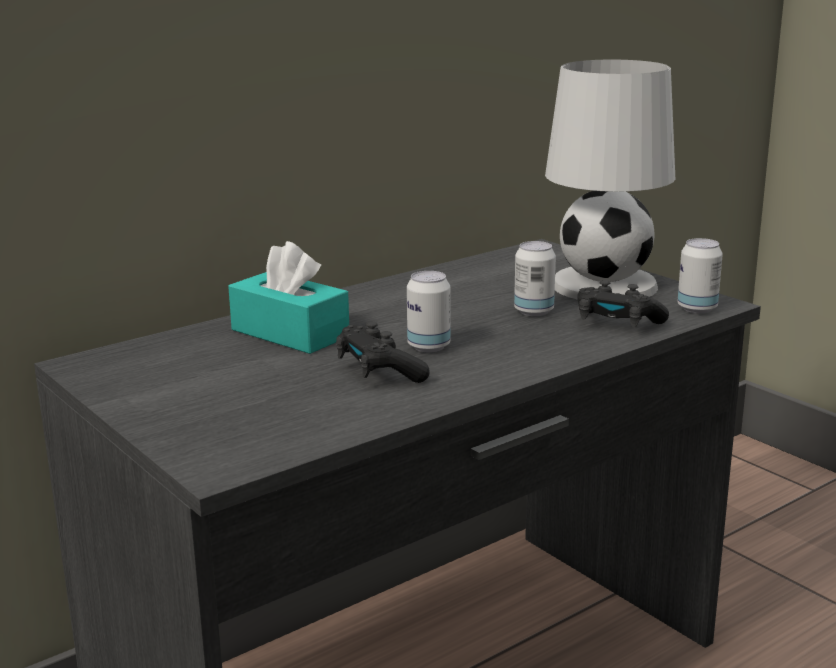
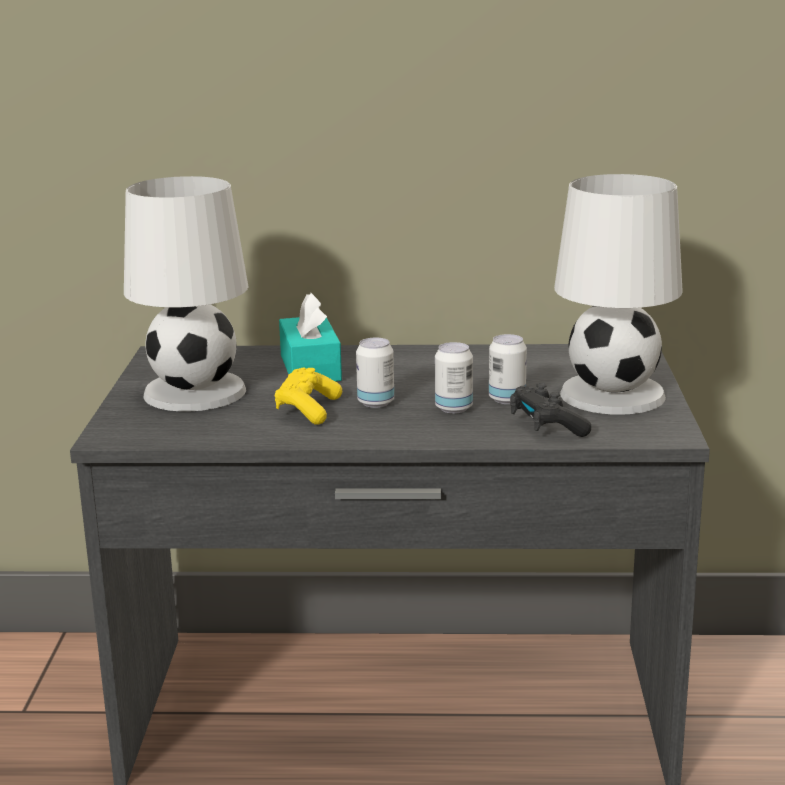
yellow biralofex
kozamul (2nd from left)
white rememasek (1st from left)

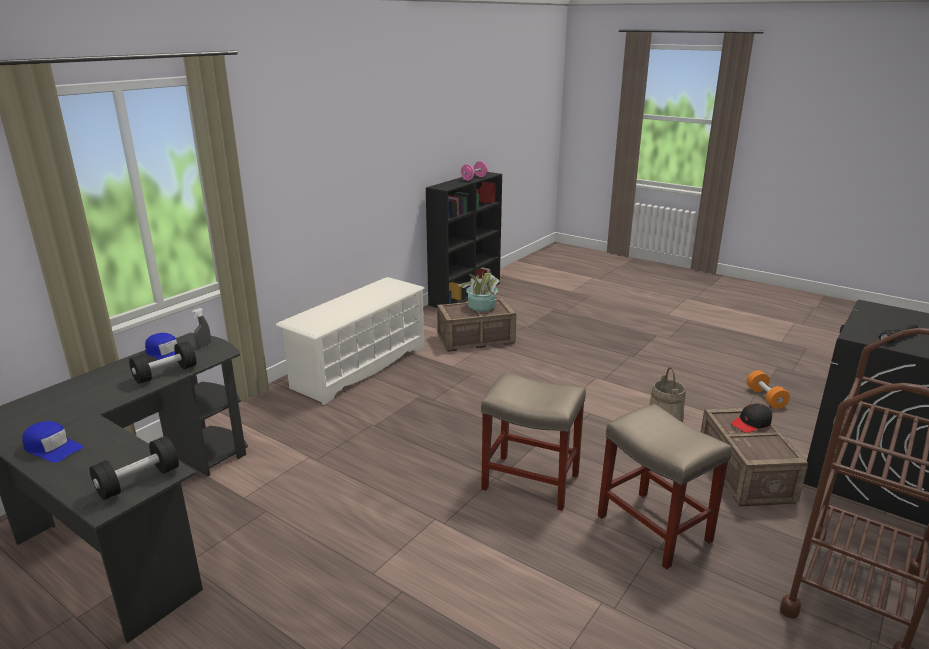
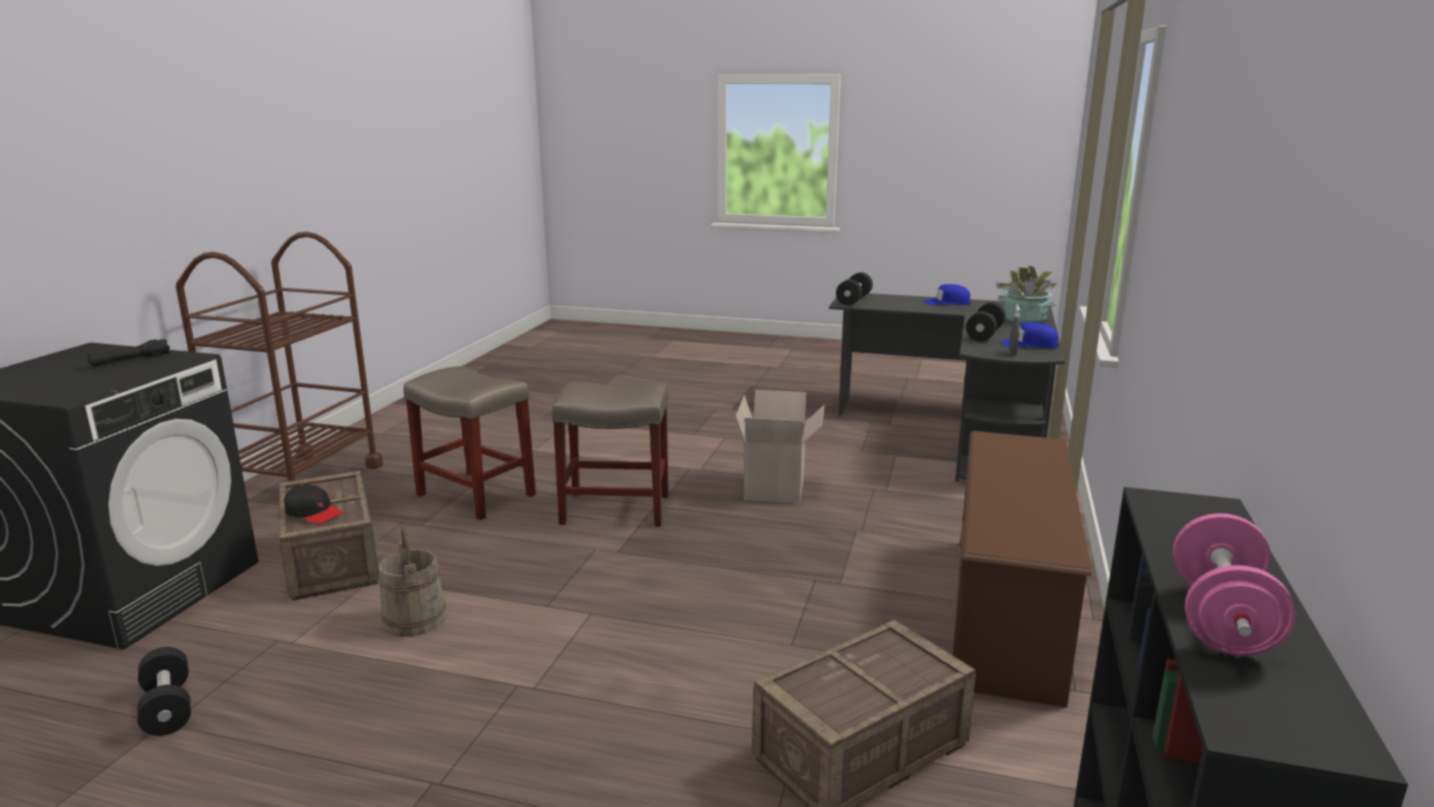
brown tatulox
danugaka
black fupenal
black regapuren (1st from left)
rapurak

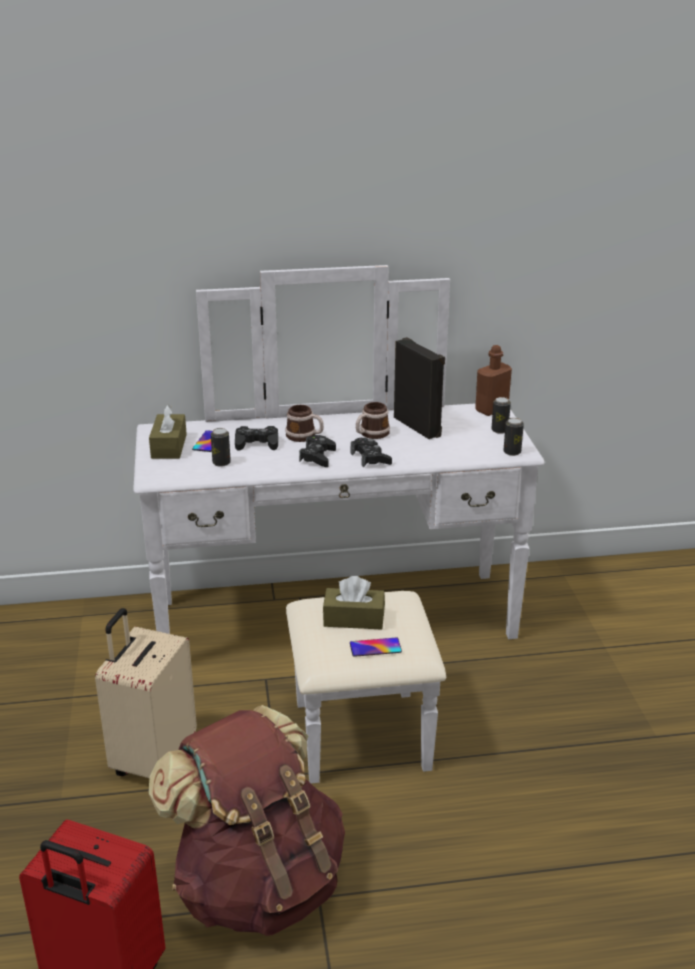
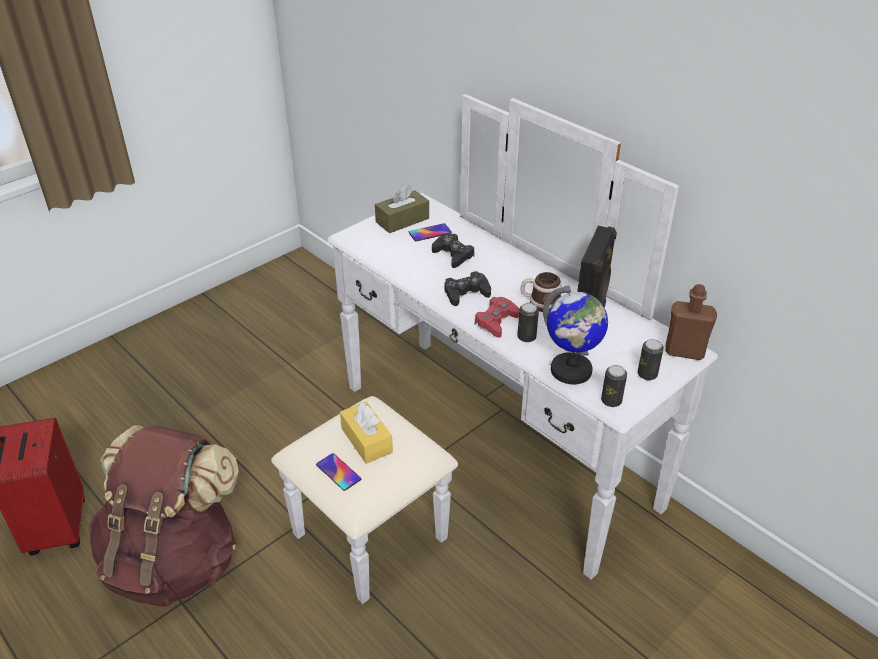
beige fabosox
kozamul (1st from left)
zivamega (1st from left in the first image)
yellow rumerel
red biralofex
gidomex

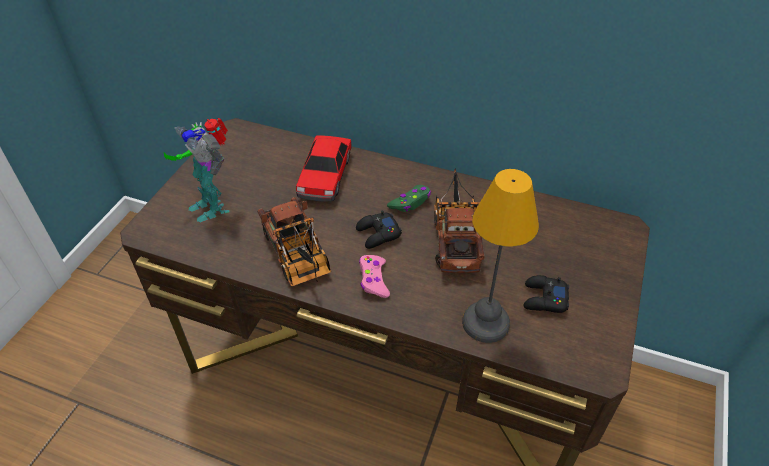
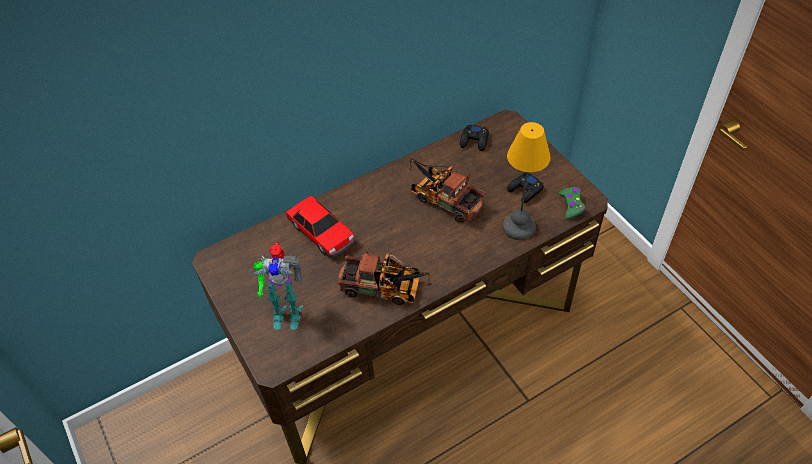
black biralofex (1st from left)
pink biralofex
green biralofex

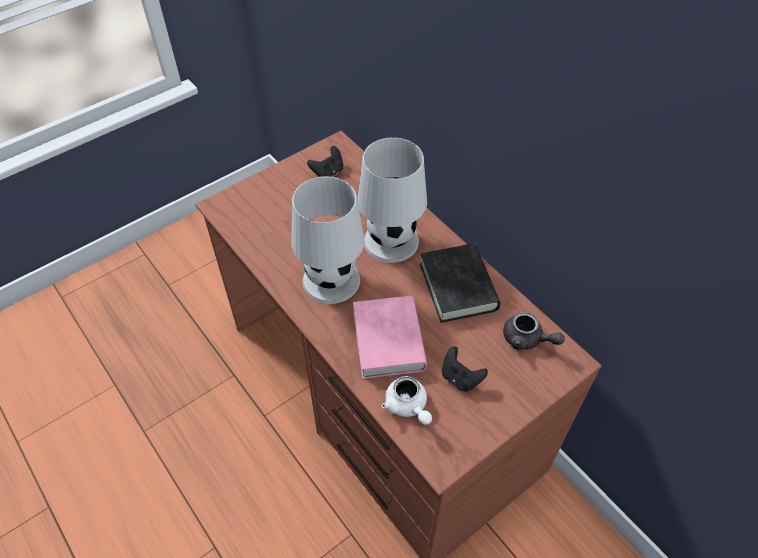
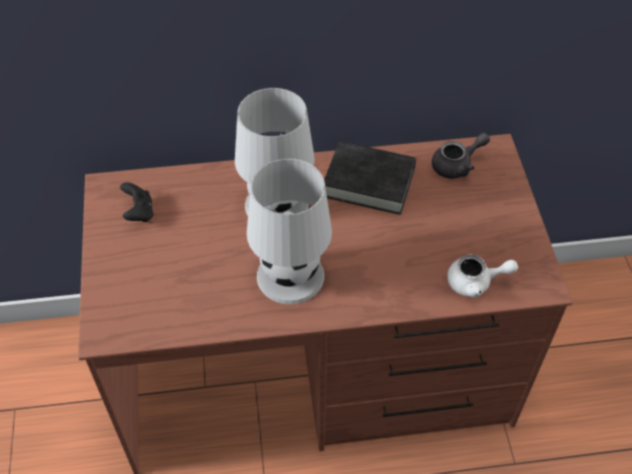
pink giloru
black biralofex (2nd from left in the first image)

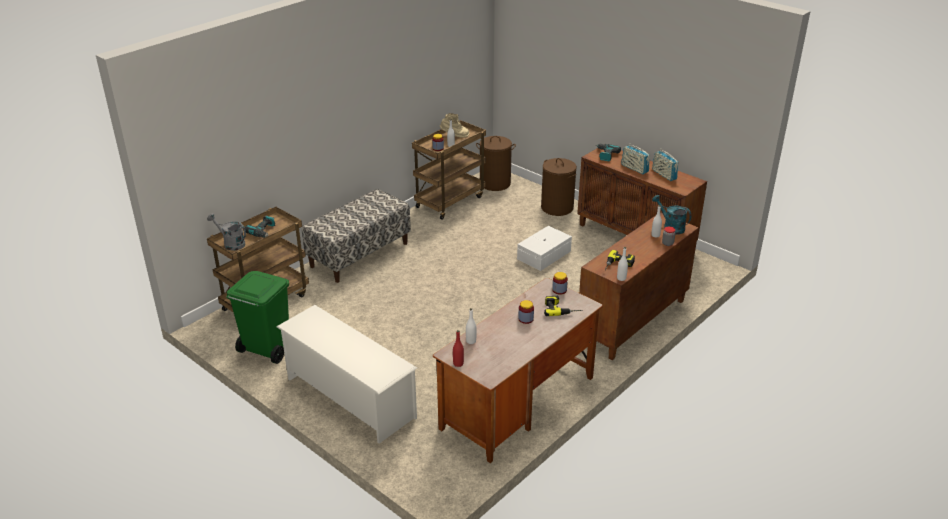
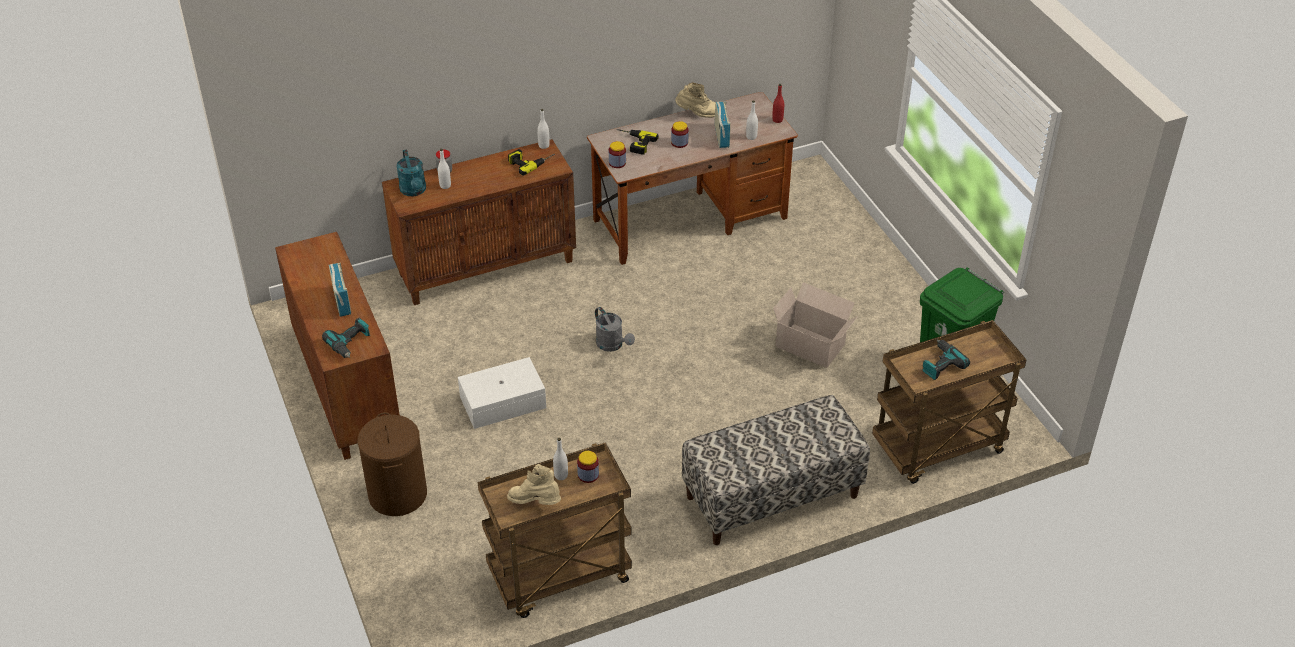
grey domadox
white tatulox
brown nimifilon (1st from left in the first image)
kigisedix (2nd from left)
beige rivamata (2nd from left)
rapurak

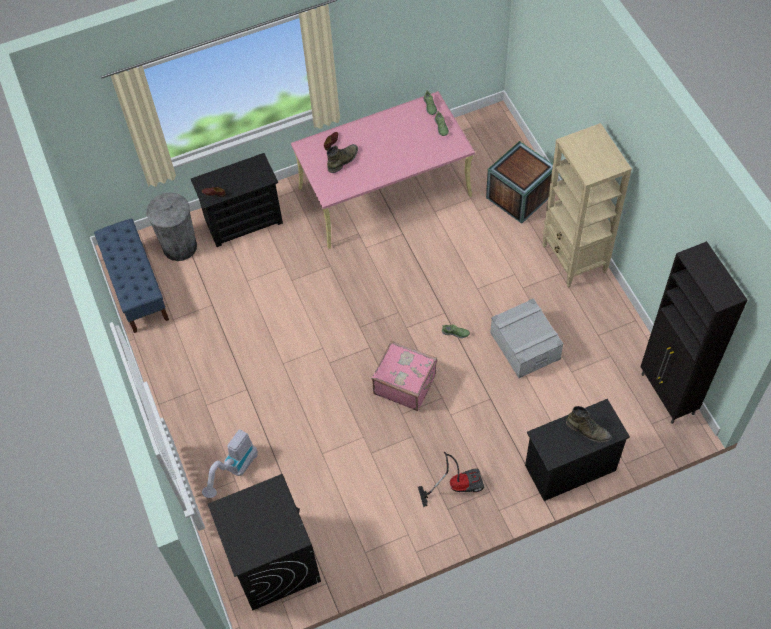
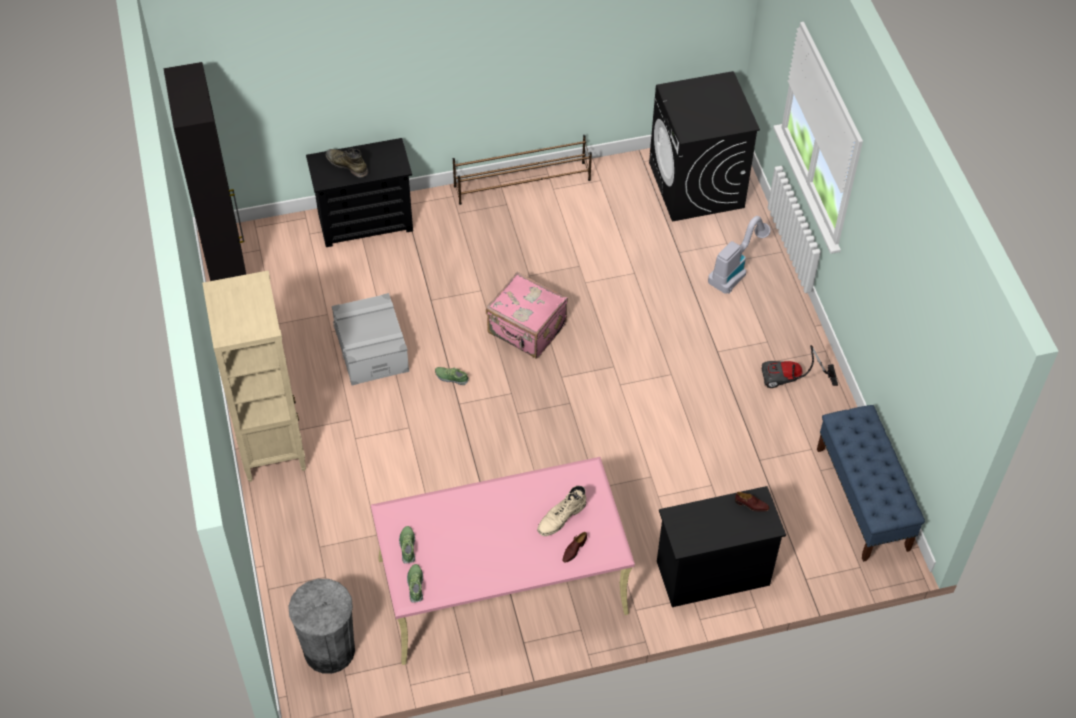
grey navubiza
beige rivamata
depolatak (2nd from left)
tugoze
brown tatulox

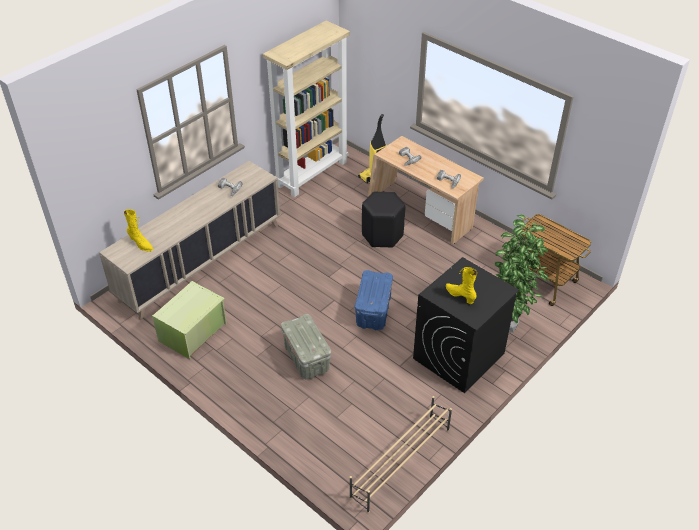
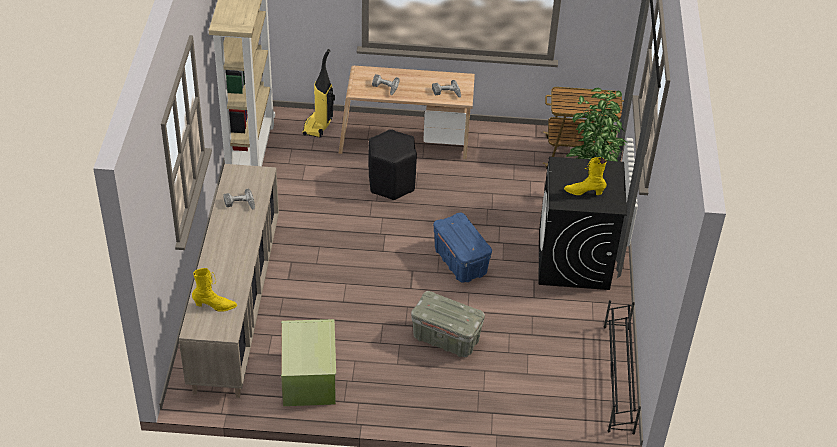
black tatulox

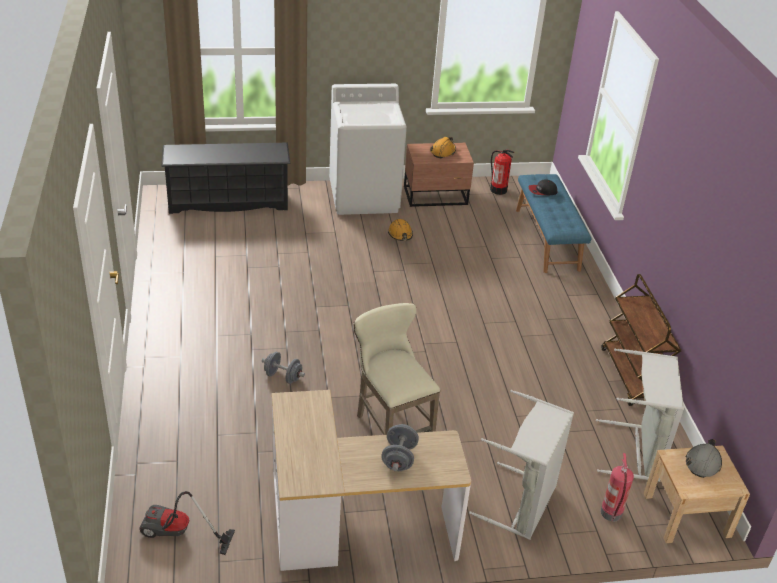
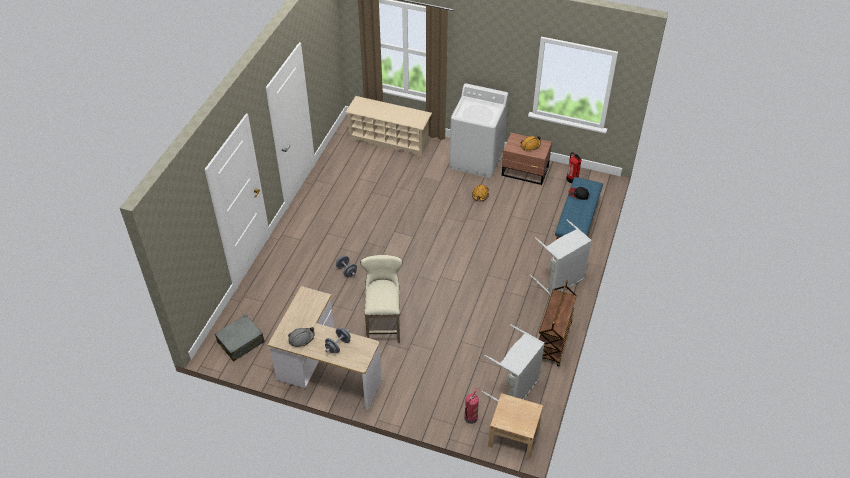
grey fabosox
beige tatulox
grey nimifilon (2nd from left)
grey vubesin

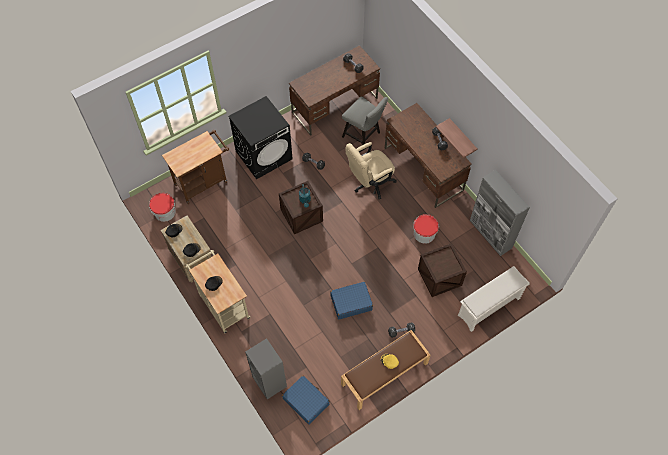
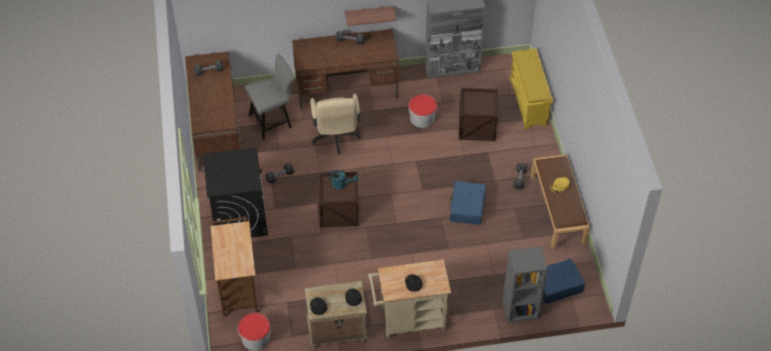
yellow tatulox

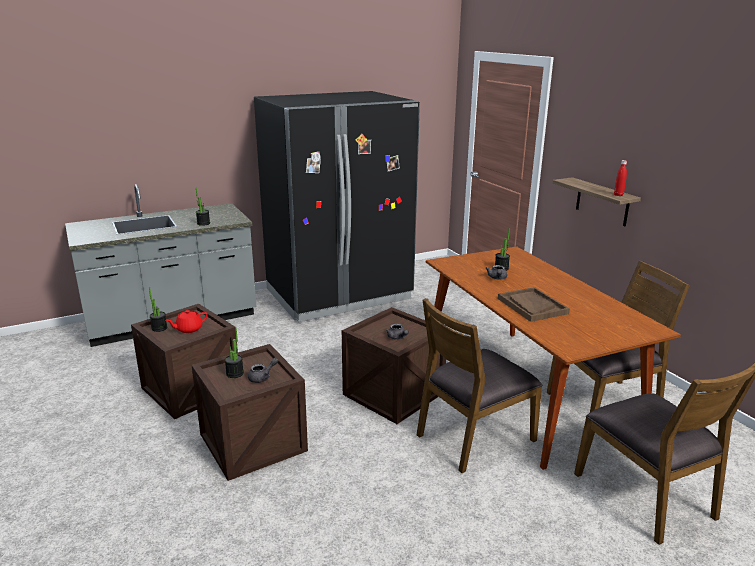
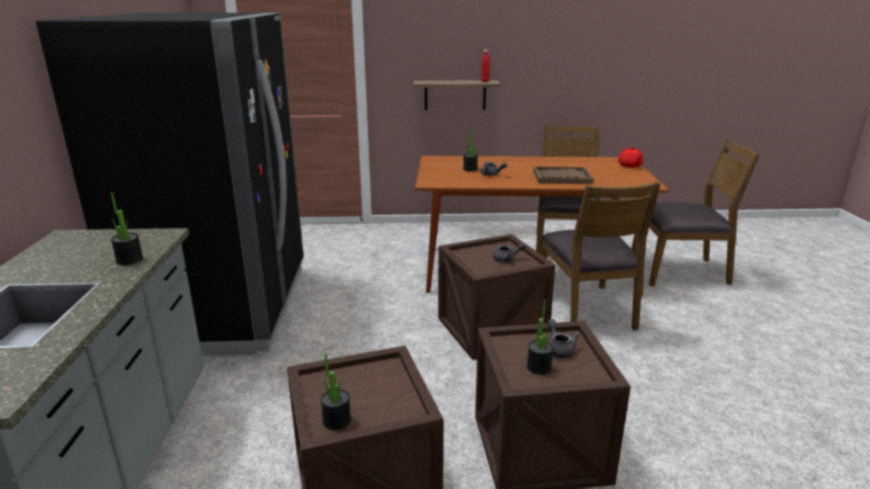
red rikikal

